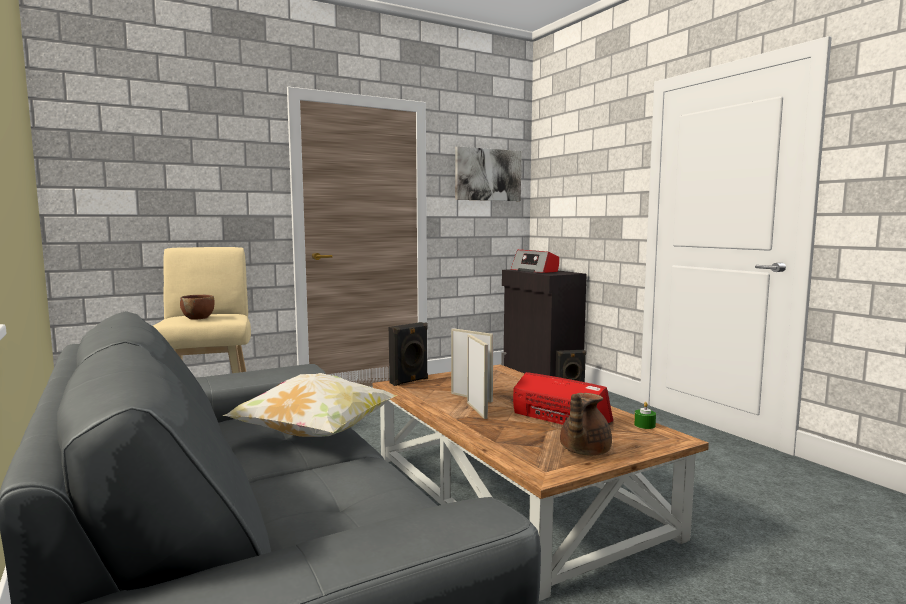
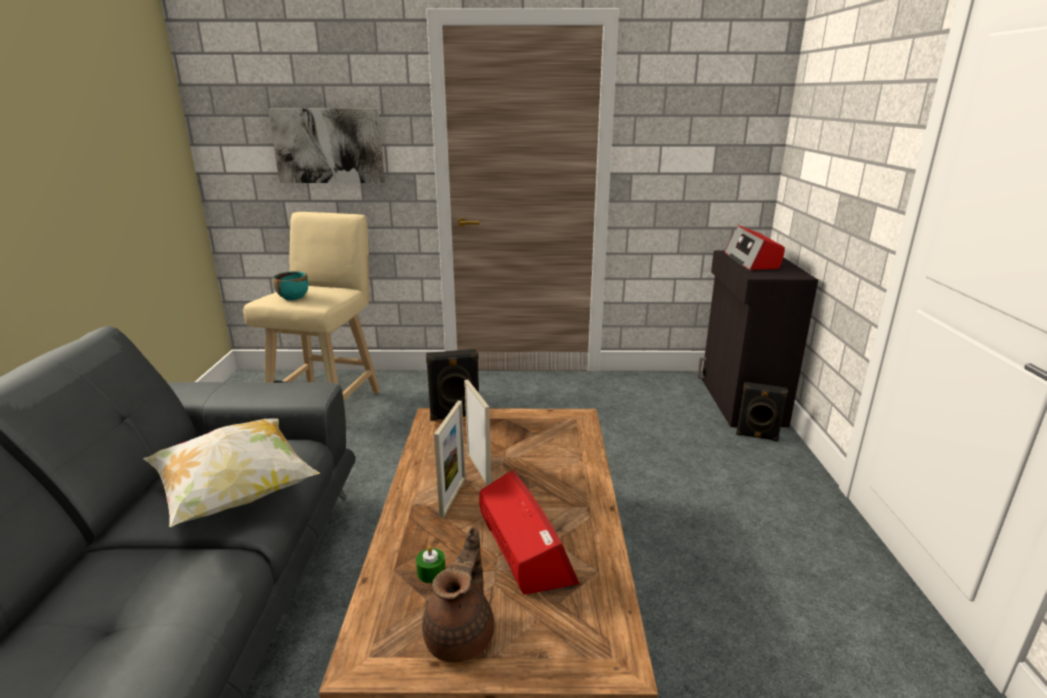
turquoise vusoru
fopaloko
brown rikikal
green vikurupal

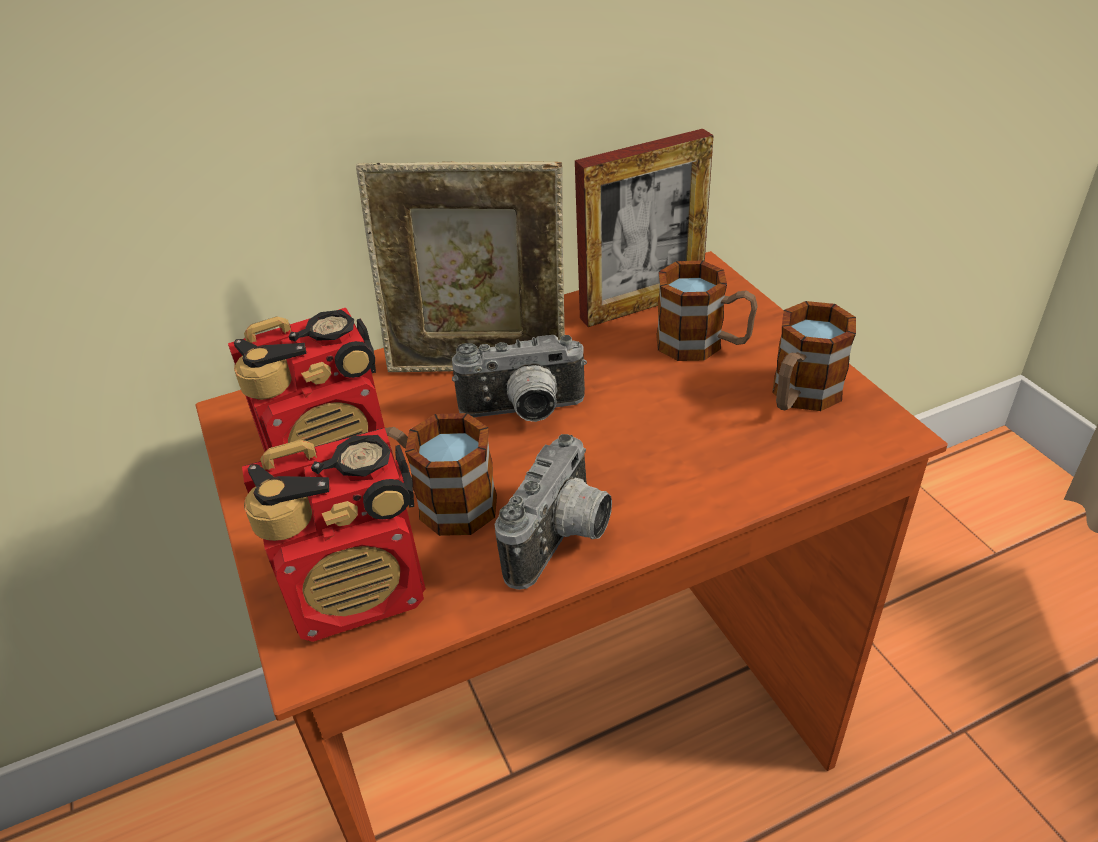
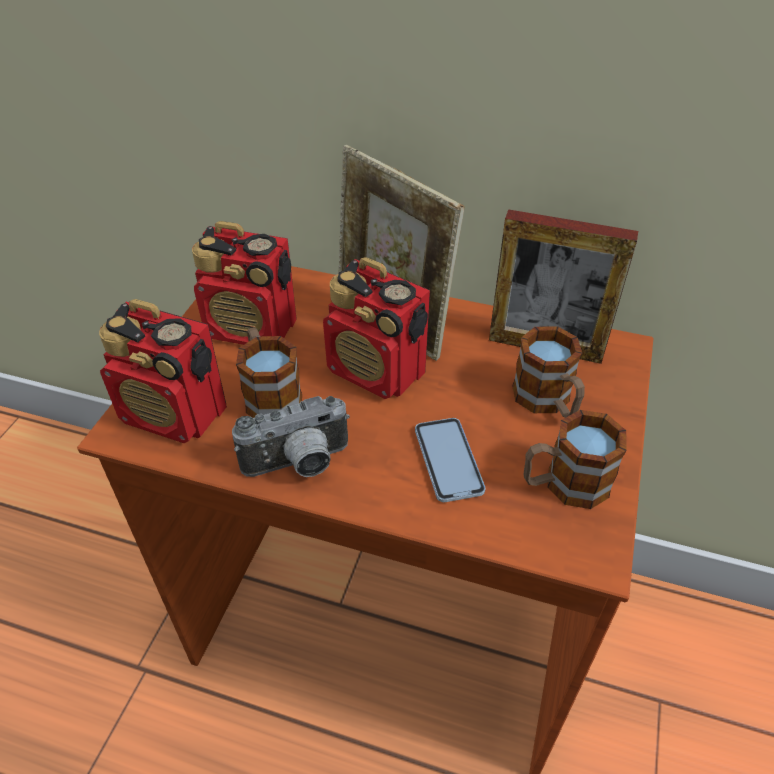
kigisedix (3rd from left)
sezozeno

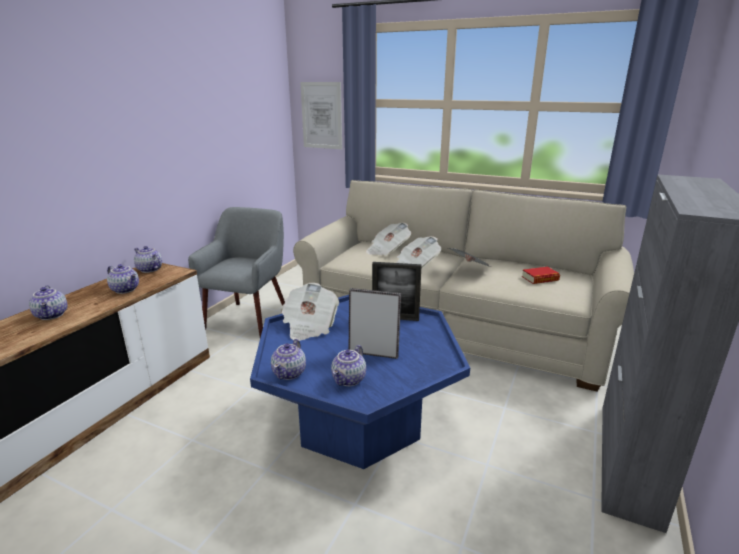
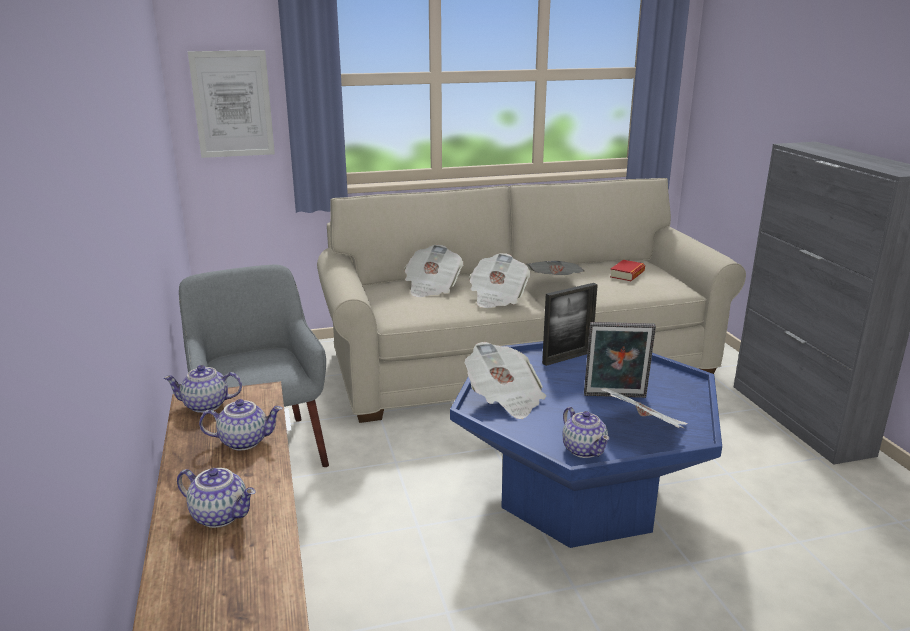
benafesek (5th from left)
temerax (2nd from left)

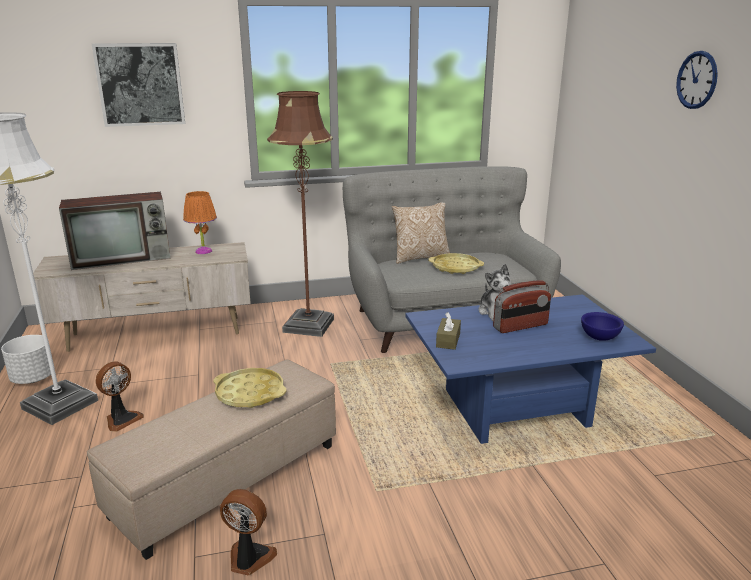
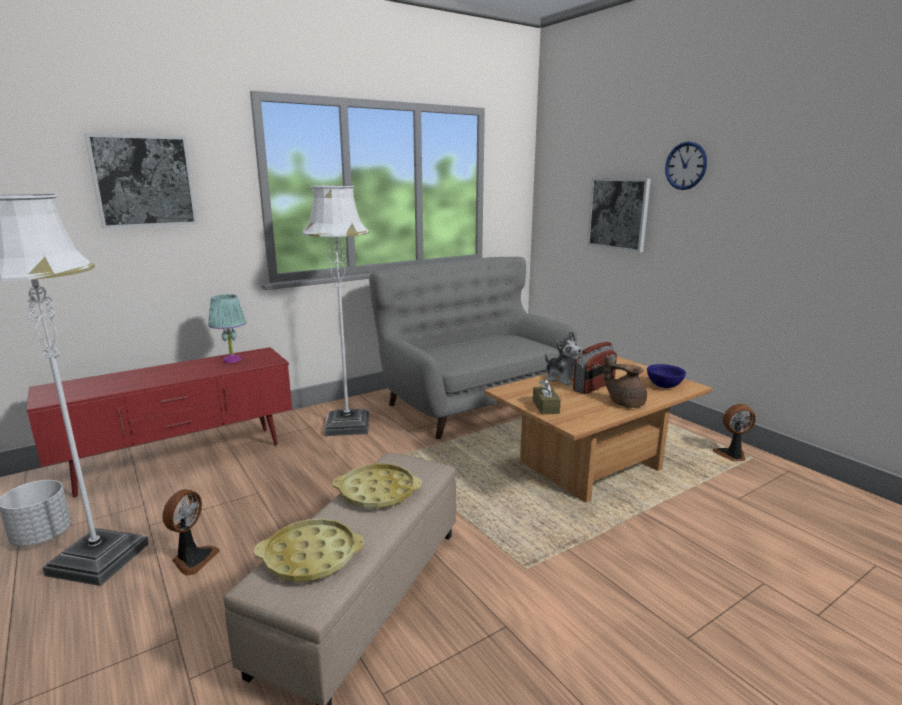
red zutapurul
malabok
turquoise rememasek
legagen (2nd from left)
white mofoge (2nd from left)
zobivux
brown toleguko
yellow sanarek (1st from left)
fopaloko (2nd from left)
brown rikikal

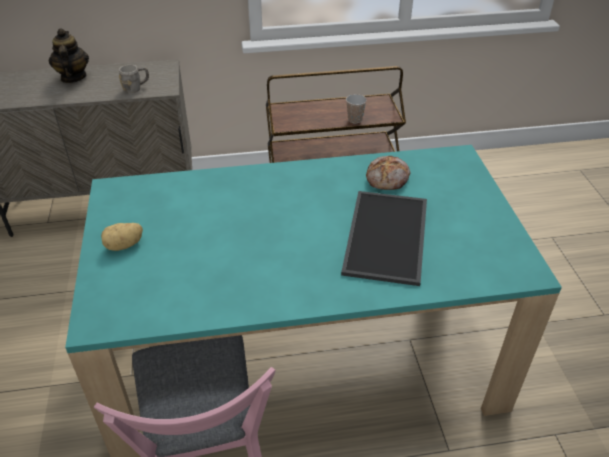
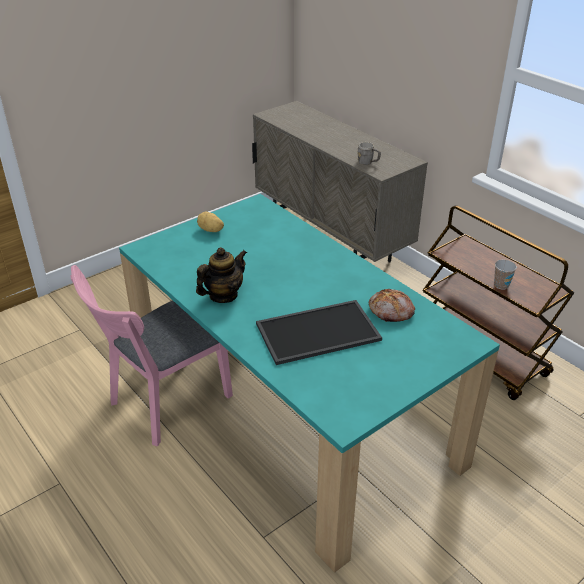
rikikal

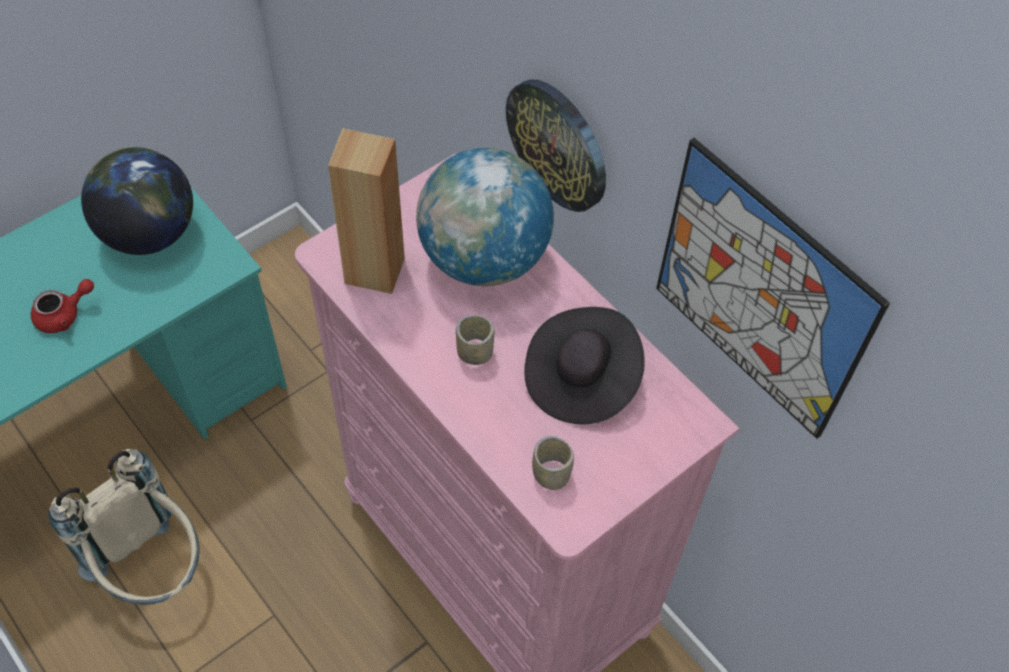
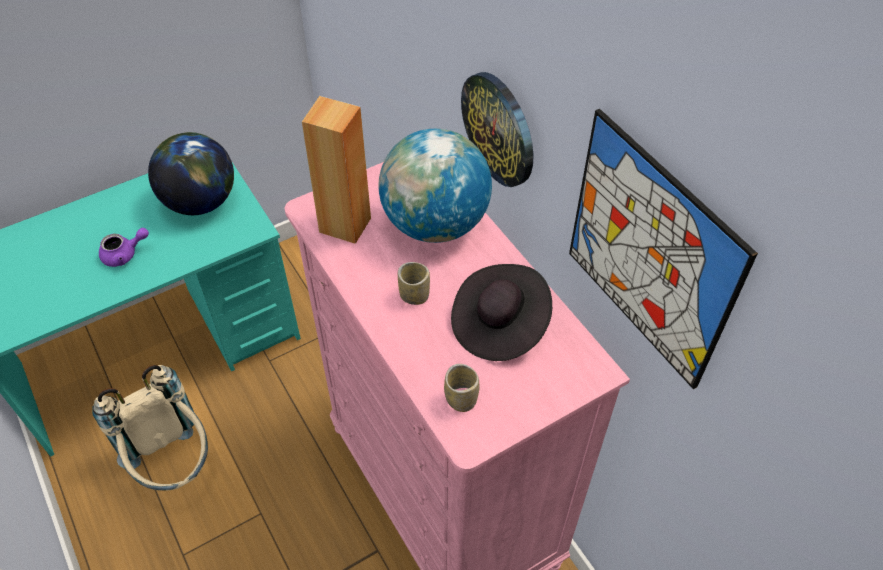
purple rikikal

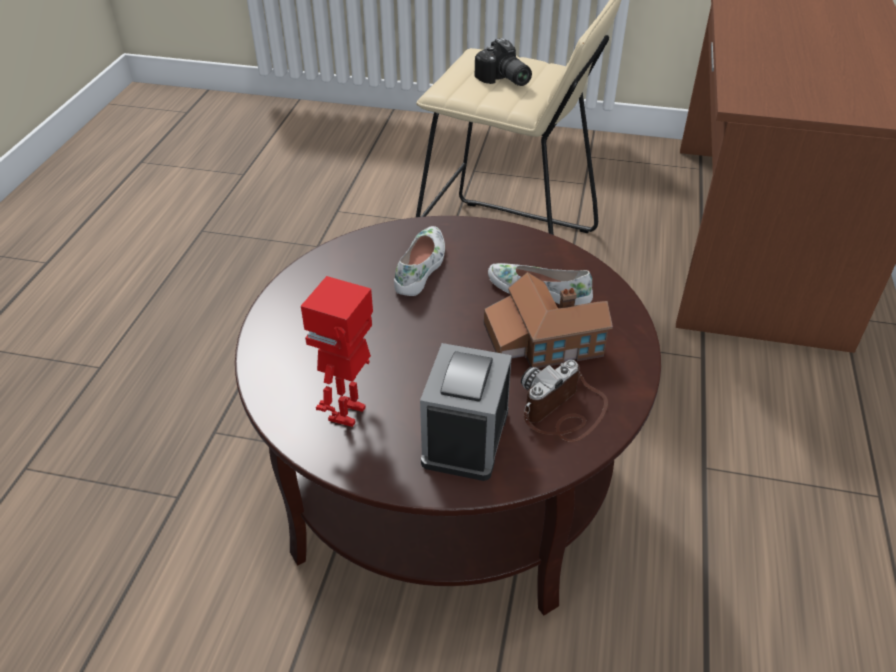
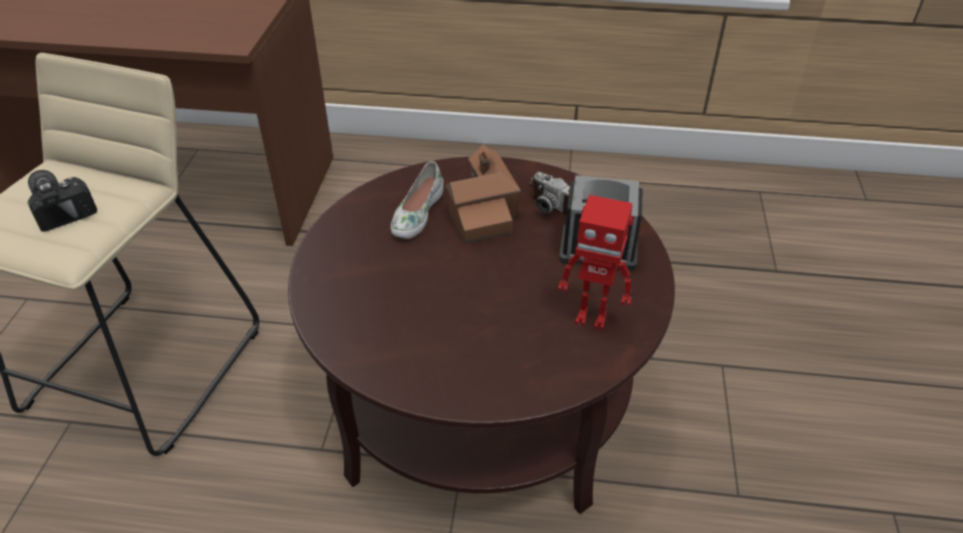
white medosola (1st from left in the first image)
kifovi (1st from left)

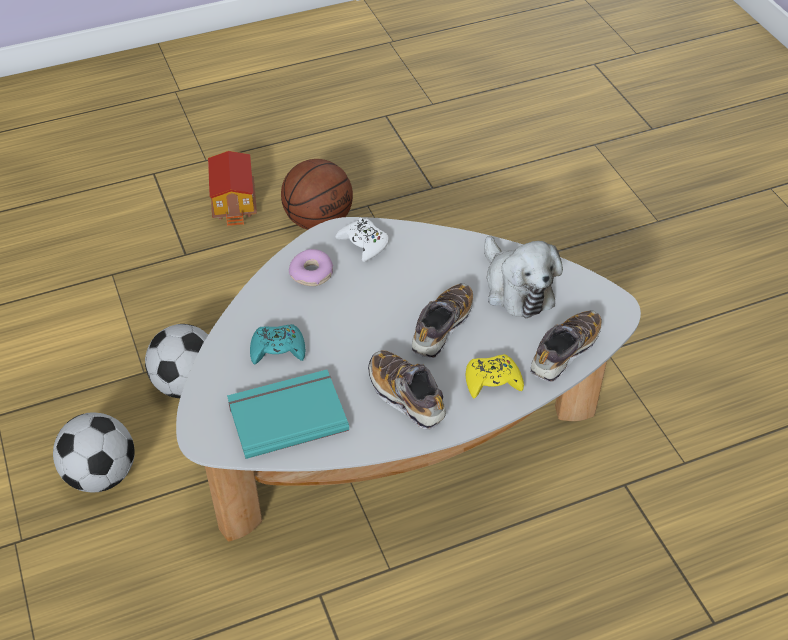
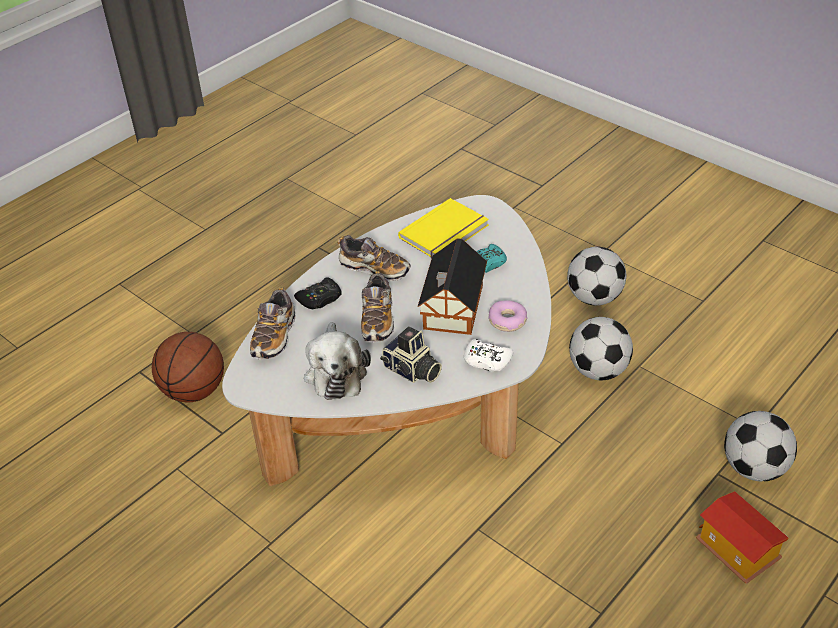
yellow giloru
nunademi
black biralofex
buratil
kifovi
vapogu (1st from left)
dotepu (3rd from left)

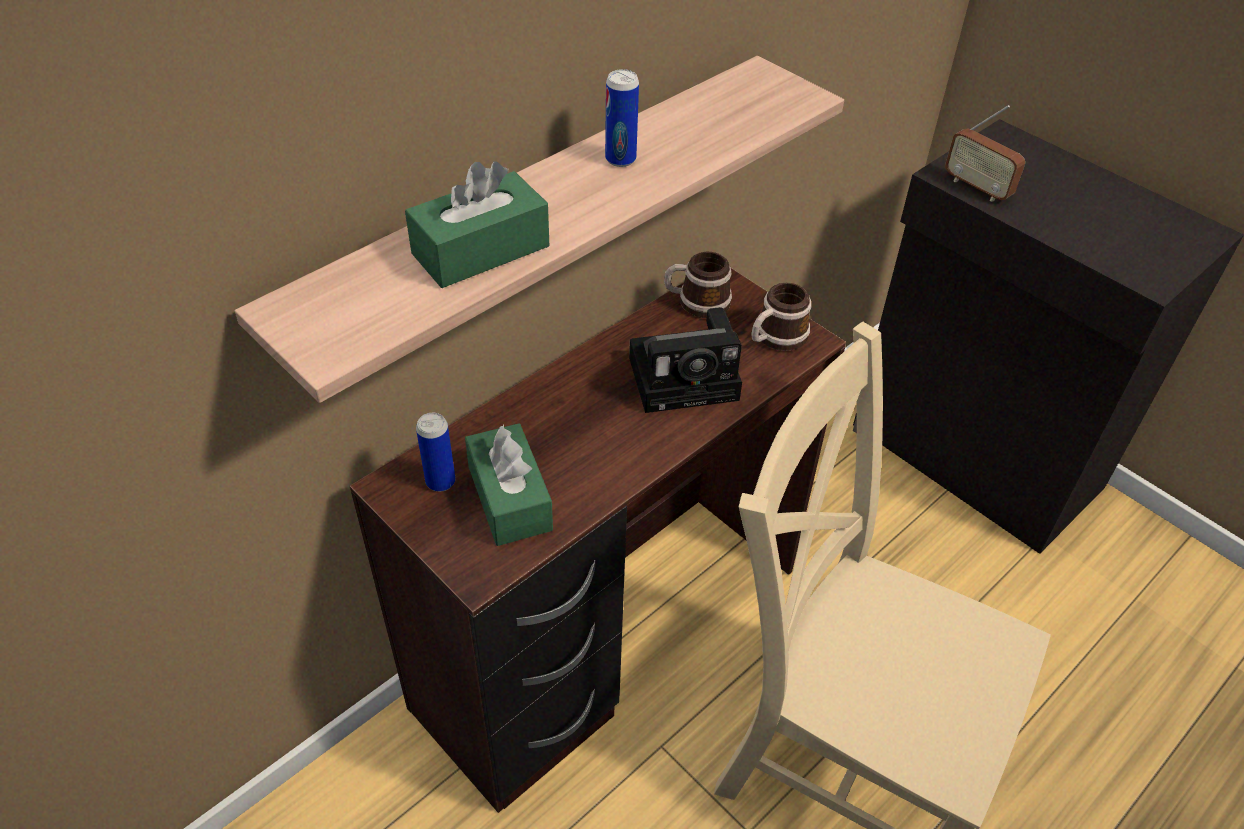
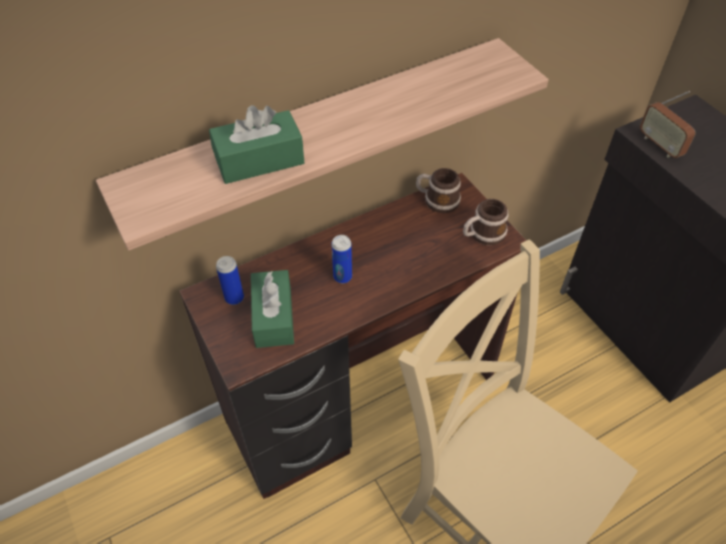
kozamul (2nd from left)
kifovi

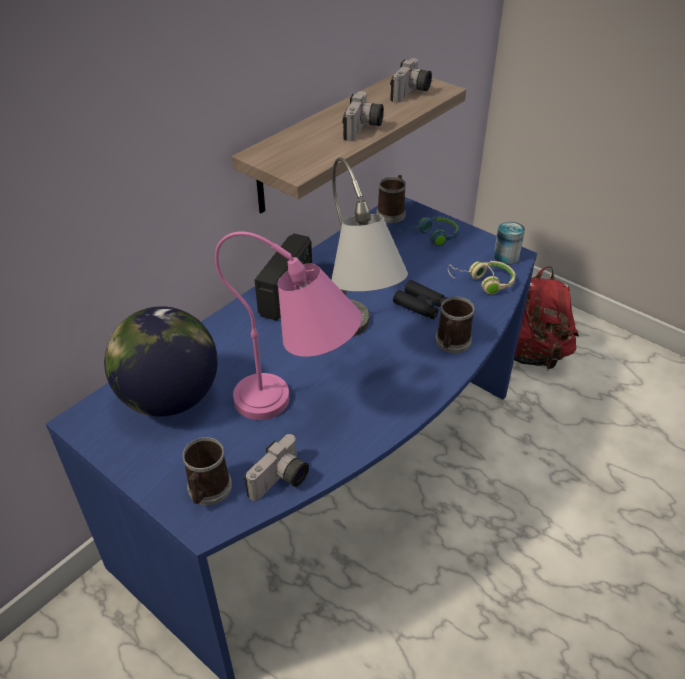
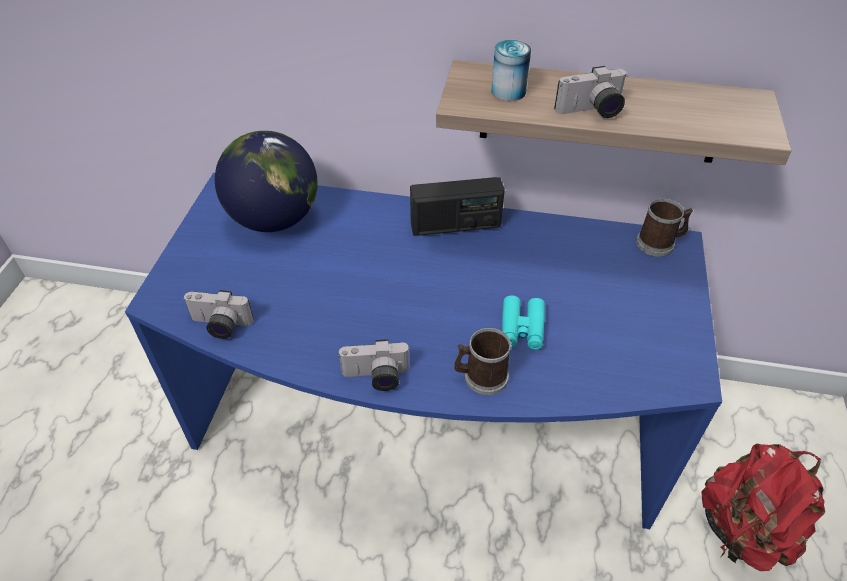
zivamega (1st from left in the first image)
pink rememasek
grey rememasek
kifovi (2nd from left)
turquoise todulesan
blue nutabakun
beige nutabakun
kozamul

